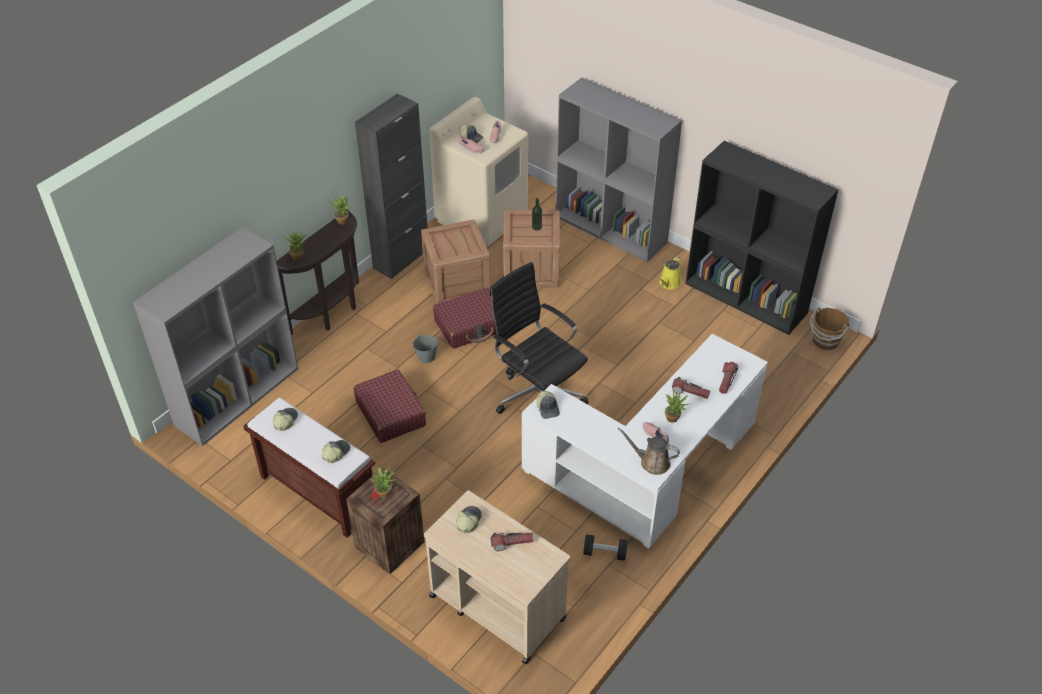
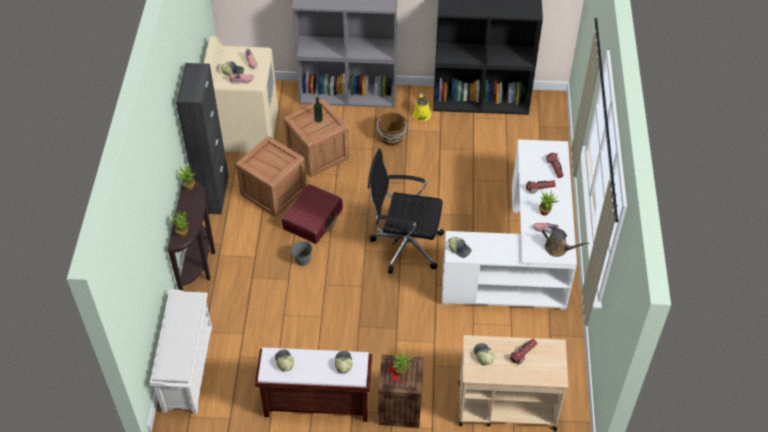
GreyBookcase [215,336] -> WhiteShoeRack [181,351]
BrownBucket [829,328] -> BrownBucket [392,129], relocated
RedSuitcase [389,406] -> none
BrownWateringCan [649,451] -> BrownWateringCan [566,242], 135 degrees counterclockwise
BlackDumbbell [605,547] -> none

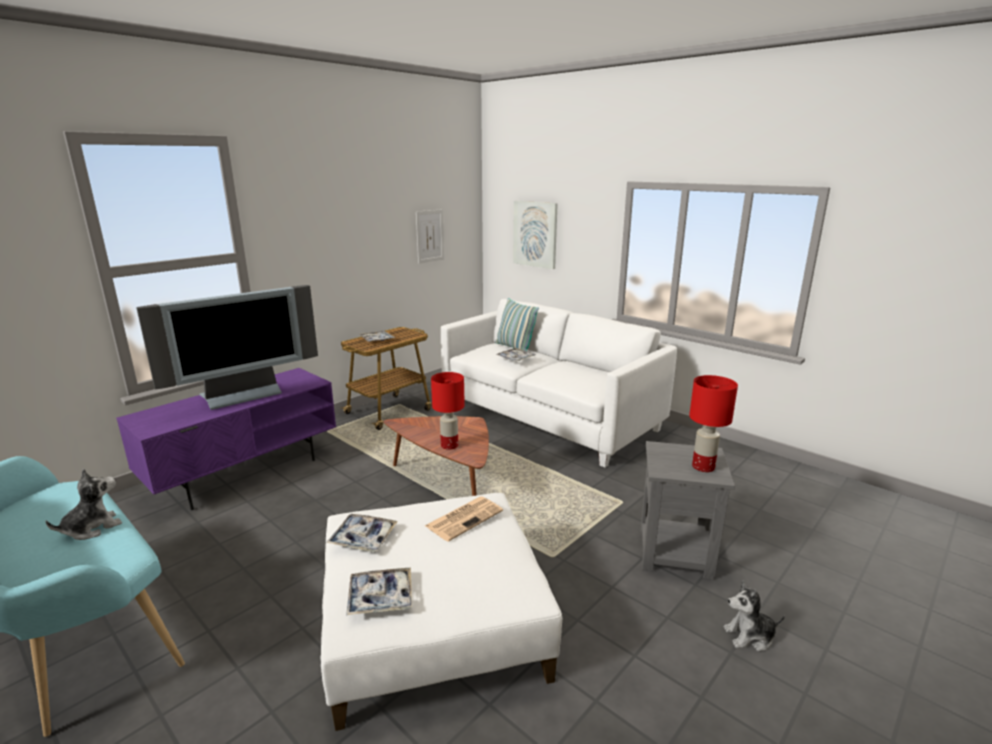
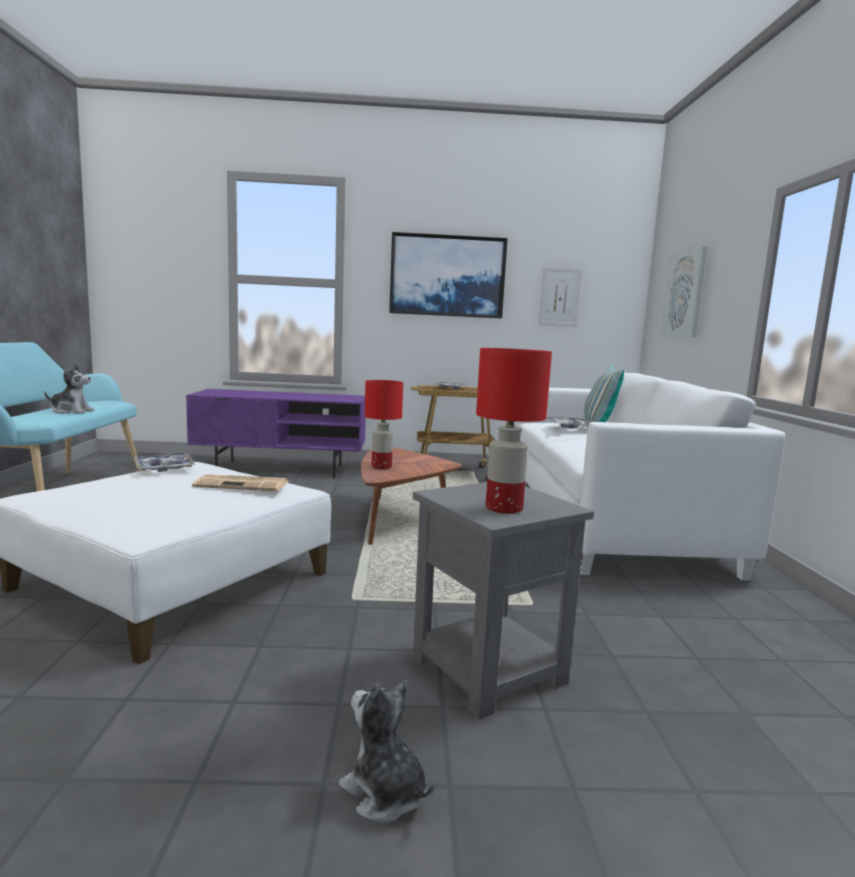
Television [227,347] -> none
Tray [379,592] -> none
none -> Picture [448,275]

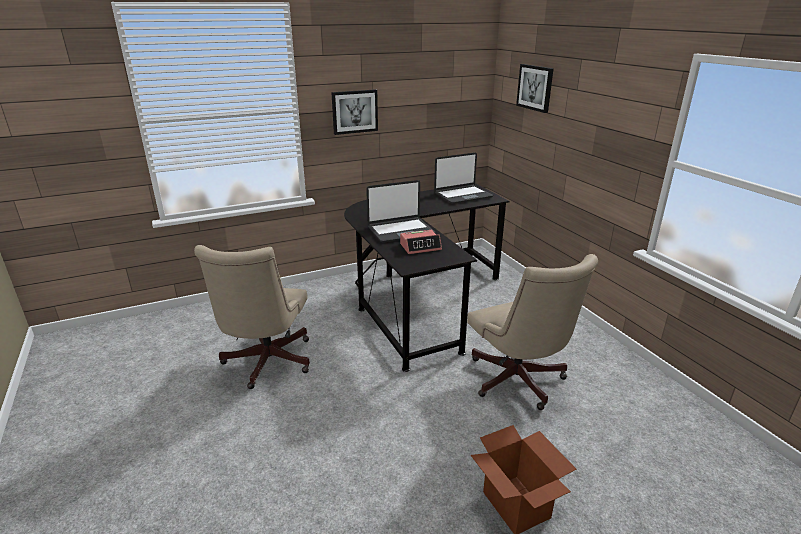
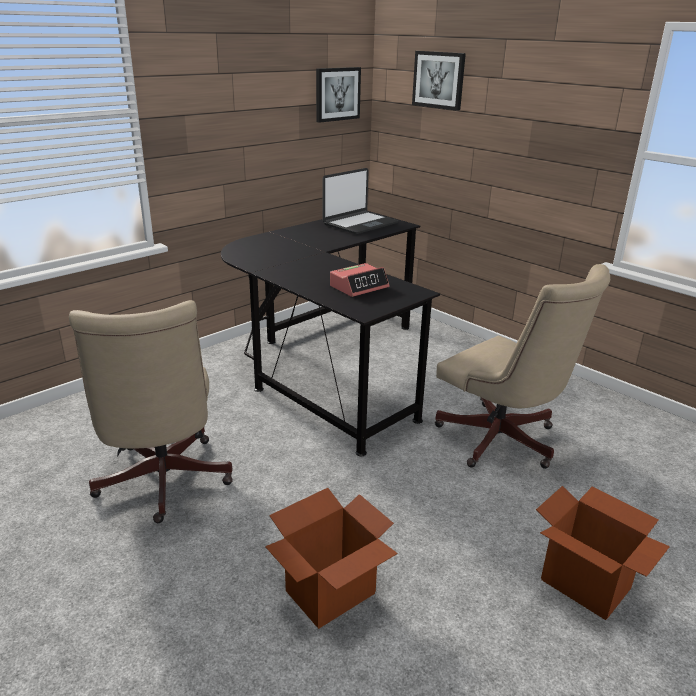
Picture [354,112] -> Picture [338,95], relocated
Laptop [400,211] -> none
none -> CardboardBox [331,558]

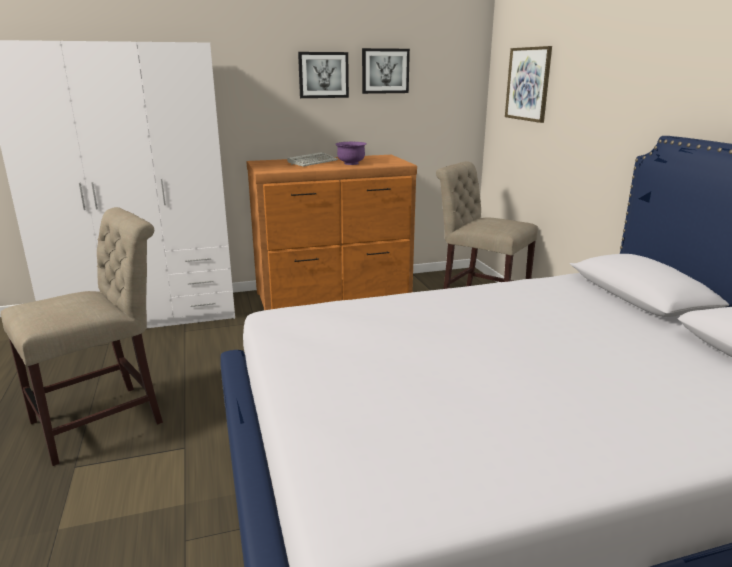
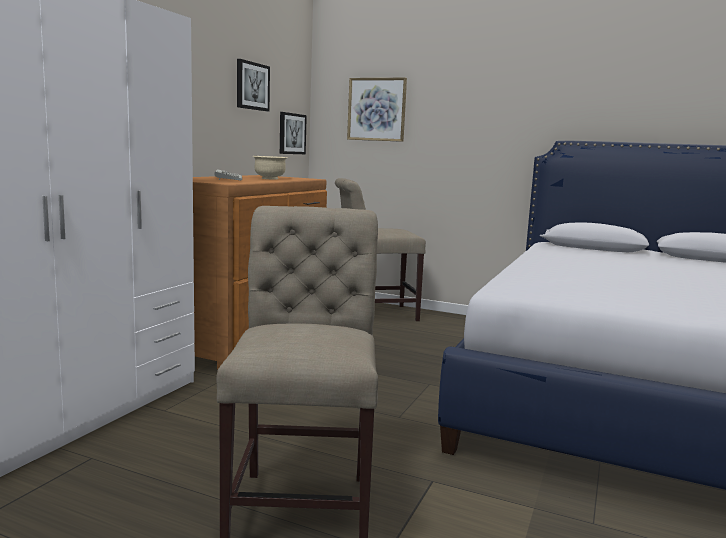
Picture [323,75] -> Picture [293,133], relocated
PurpleBowl [351,153] -> BeigeBowl [270,168]

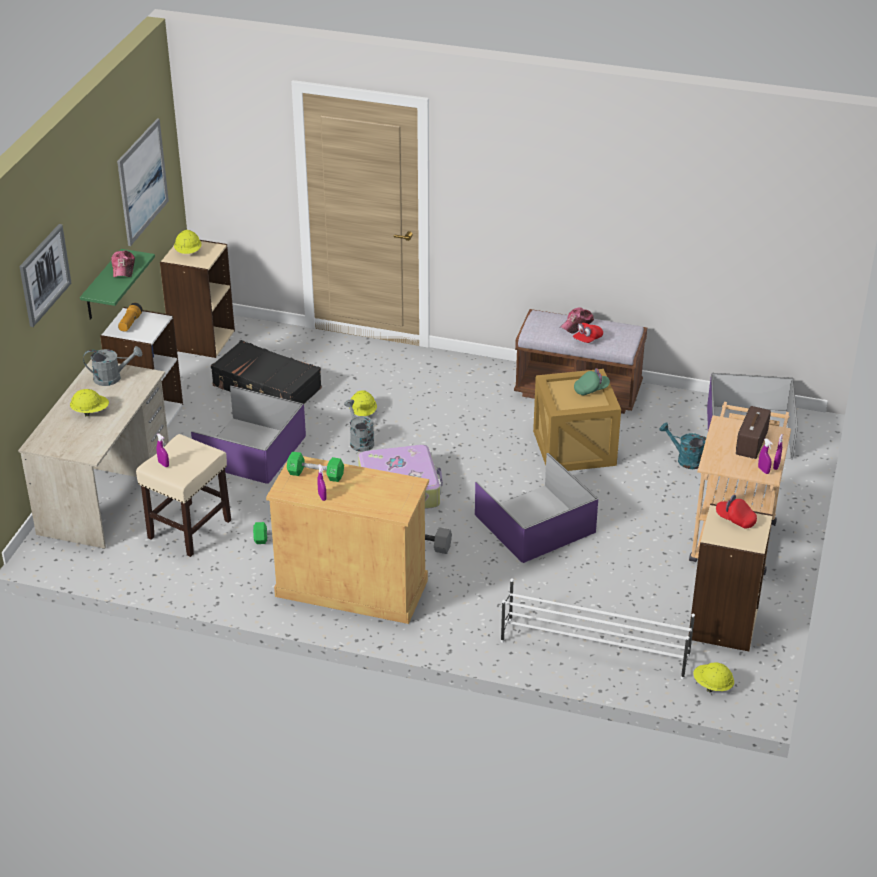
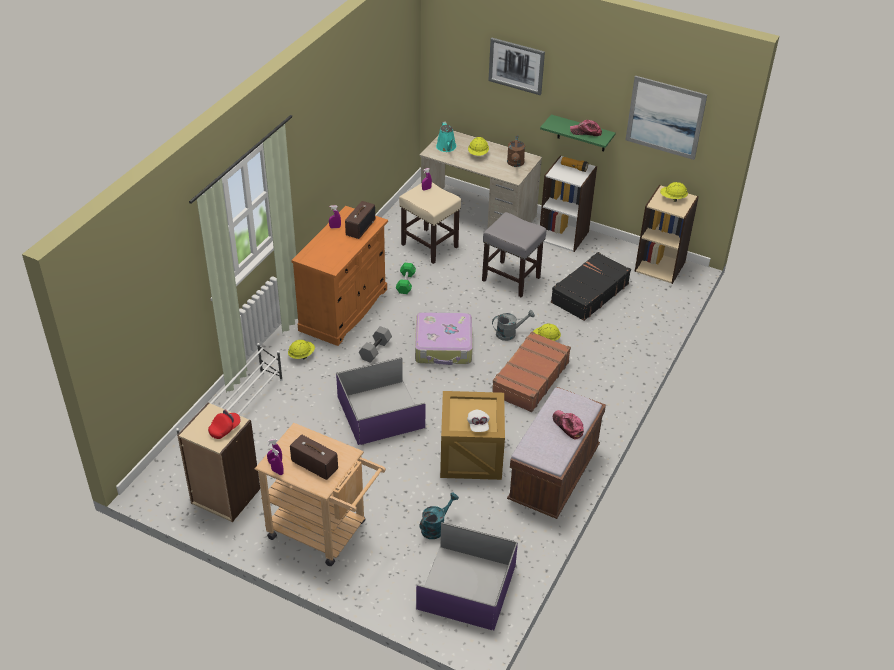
RedCap [588,333] -> none
GreyWateringCan [112,366] -> BrownWateringCan [516,151]
GreenCap [592,381] -> WhiteCap [478,421]
PurpleStorageBox [248,435] -> GreyStool [514,254]
GreenDumbbell [315,467] -> Radio [360,220]
BeigeCabinet [347,540] -> OrangeCabinet [339,276]
YellowHardHat [713,677] -> YellowHardHat [301,349], relocated
none -> TurquoiseWateringCan [446,137]
none -> BrownSuitcase [531,372]

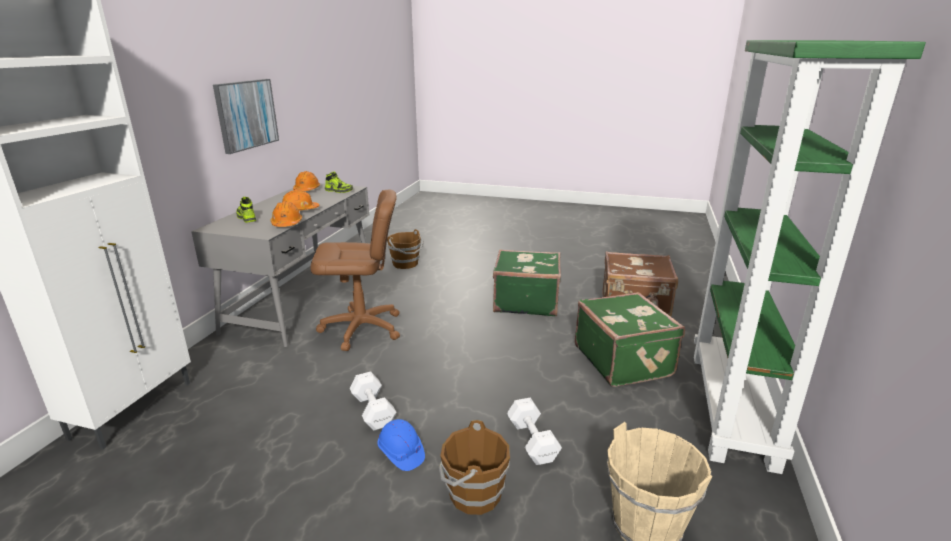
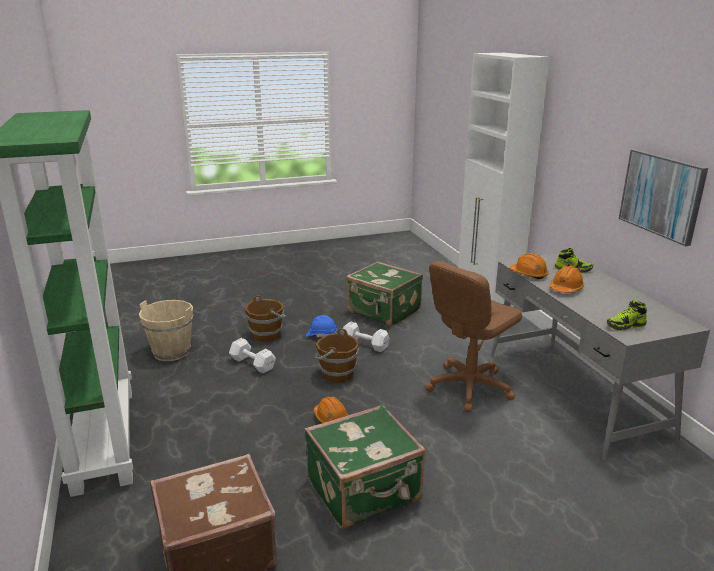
OrangeHardHat [306,181] -> OrangeHardHat [331,409], relocated
BrownBucket [405,249] -> BrownBucket [337,356], relocated
GreenSuitcase [630,339] -> GreenSuitcase [384,294], relocated

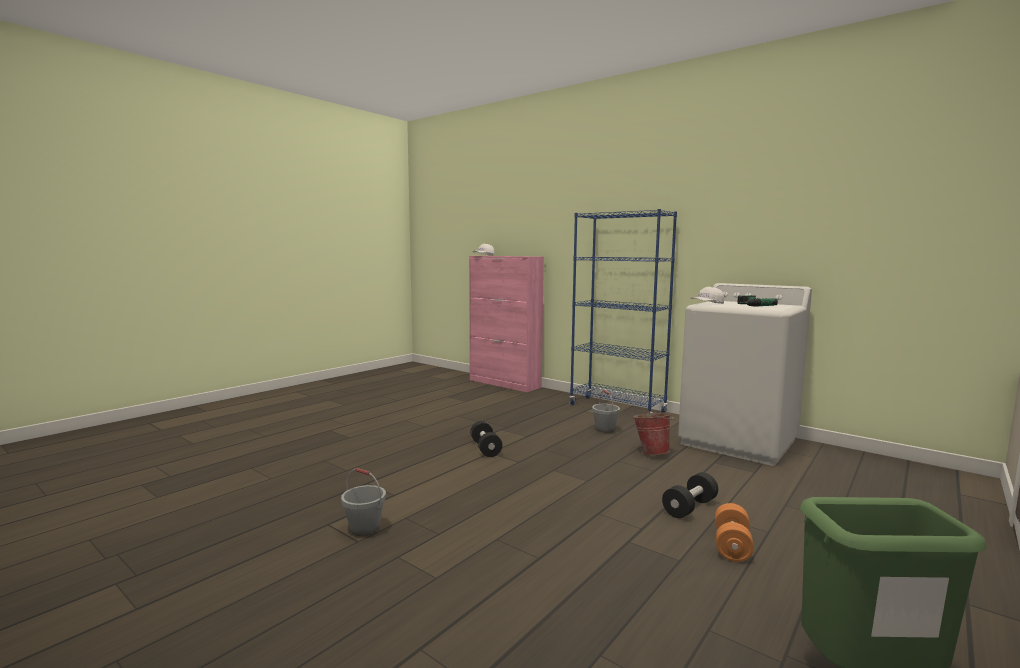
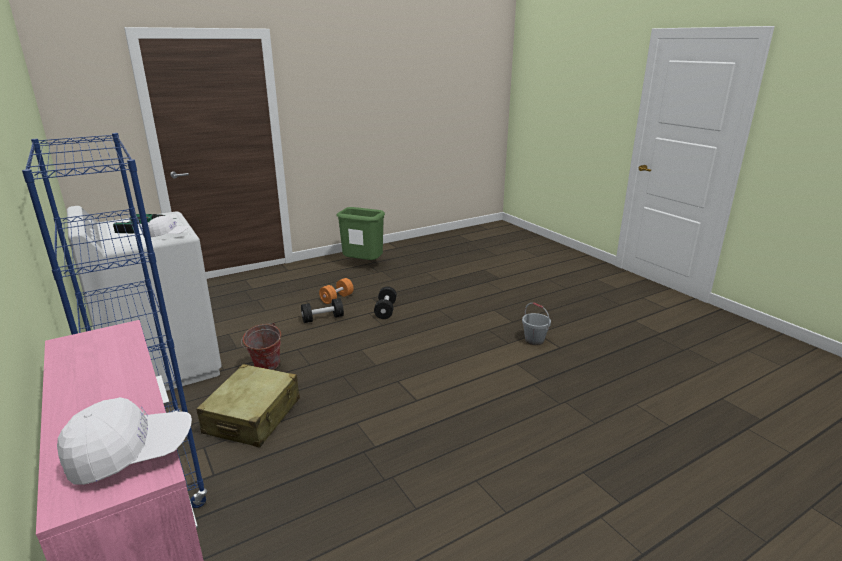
GreyBucket [606,411] -> BeigeSuitcase [248,405]
BlackDumbbell [486,439] -> BlackDumbbell [385,302], relocated

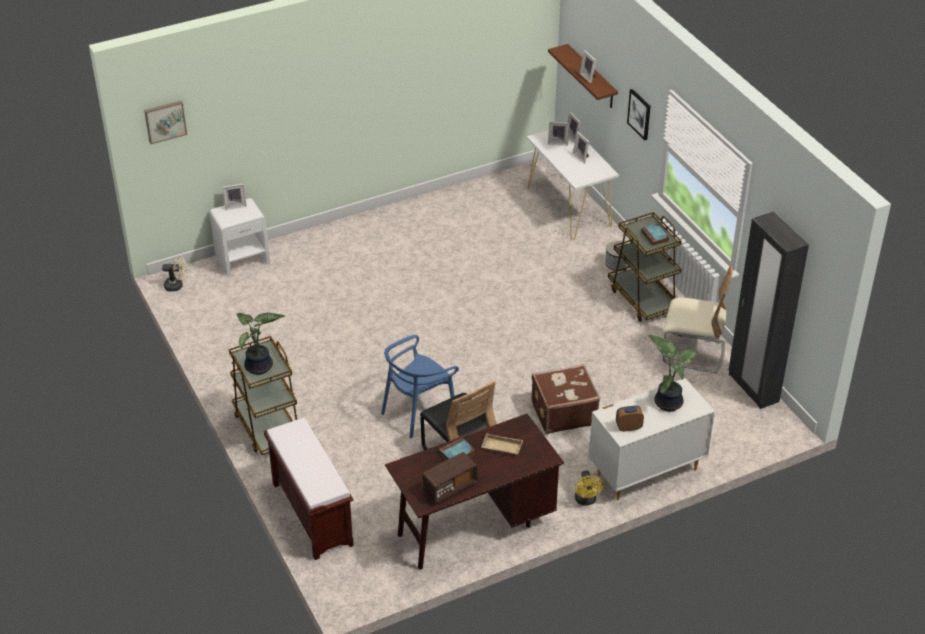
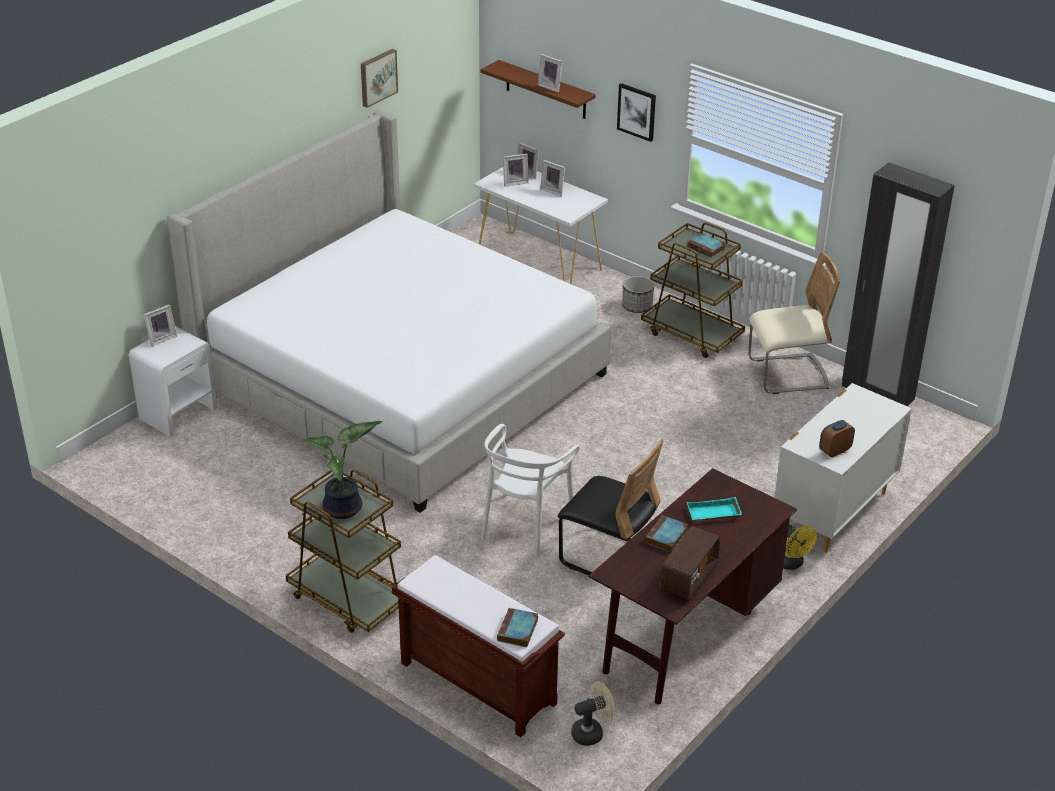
Picture [165,122] -> Picture [379,78], relocated
BeigeFan [174,273] -> BeigeFan [593,714], relocated
BlueChair [420,386] -> WhiteChair [530,490]
PottedPlant [672,373] -> none
BrownSuitcase [566,399] -> none
BeigeTray [502,444] -> TurquoiseTray [714,509]
none -> Bed [389,311]
none -> Book [517,627]

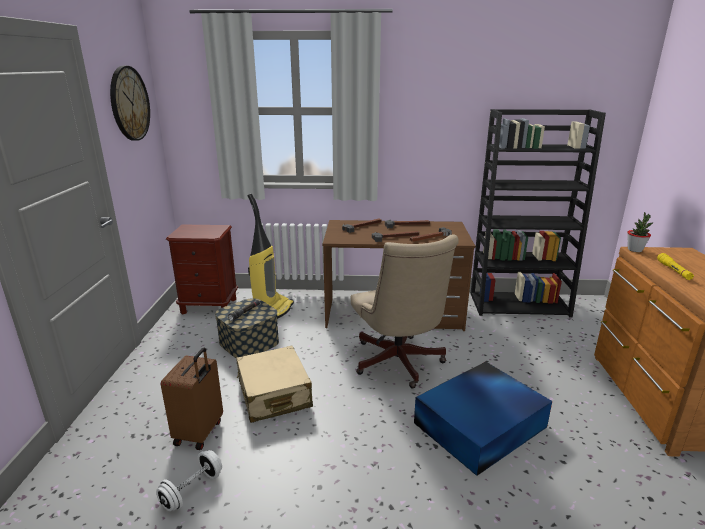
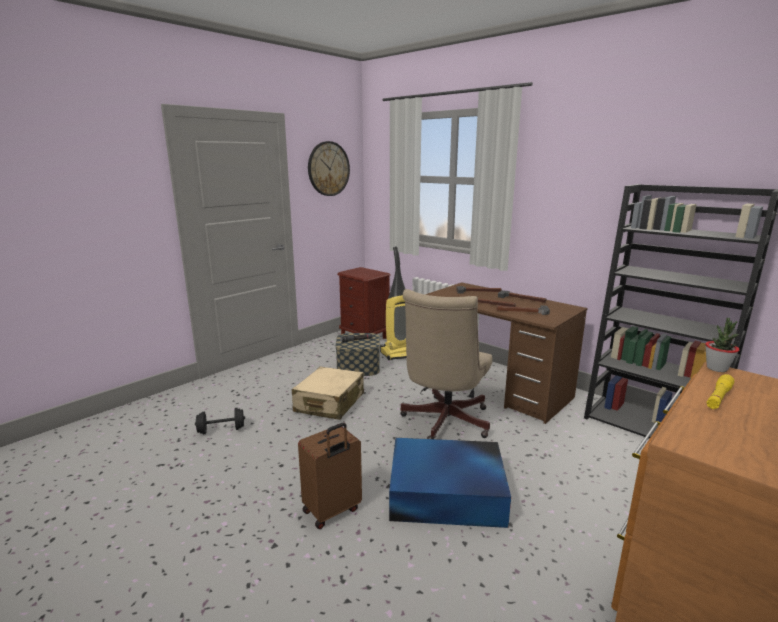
BrownSuitcase [192,399] -> BrownSuitcase [330,476], relocated
WhiteDumbbell [189,480] -> BlackDumbbell [220,421]

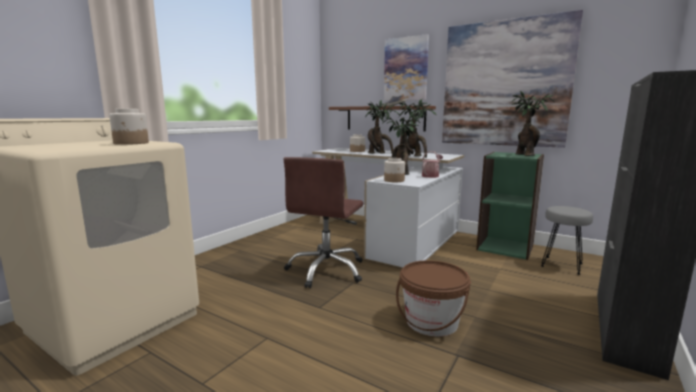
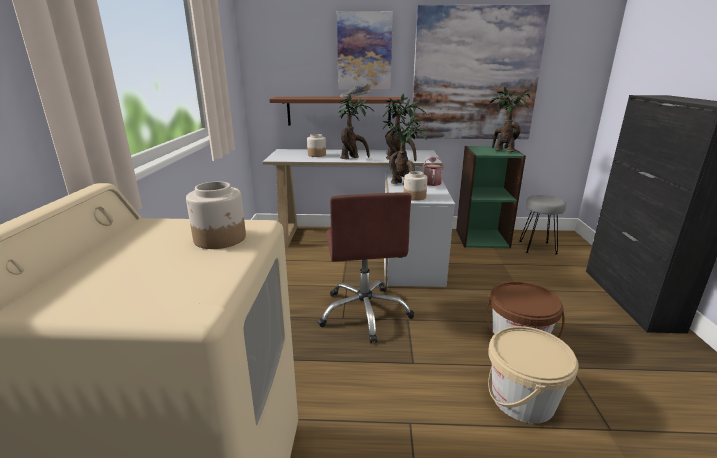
none -> BeigeBucket [533,374]

